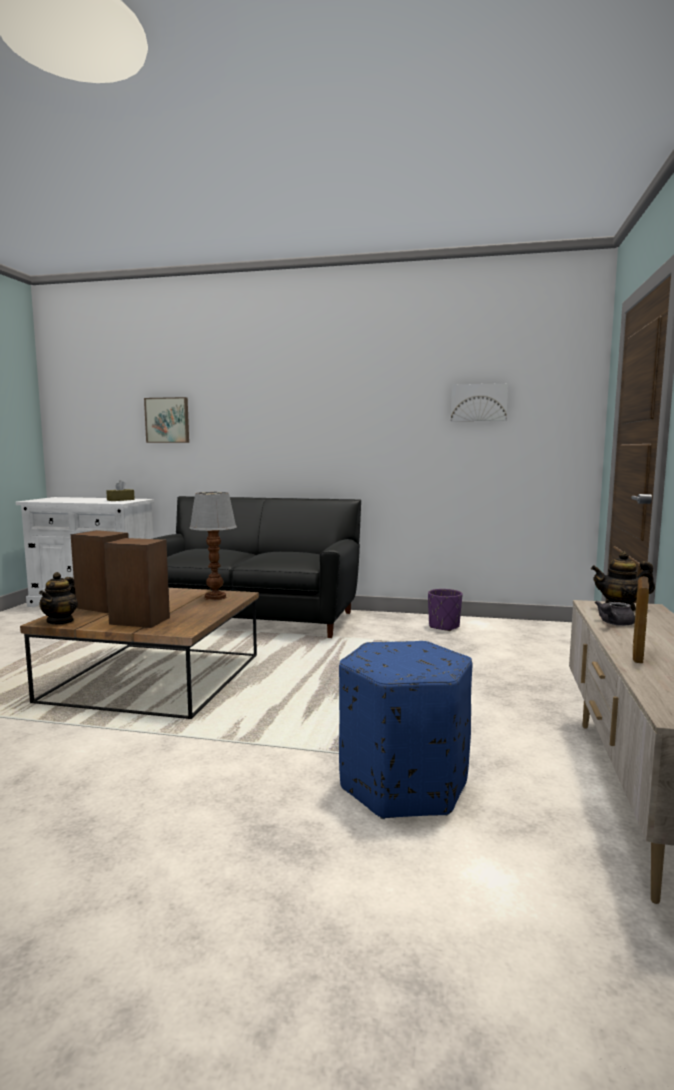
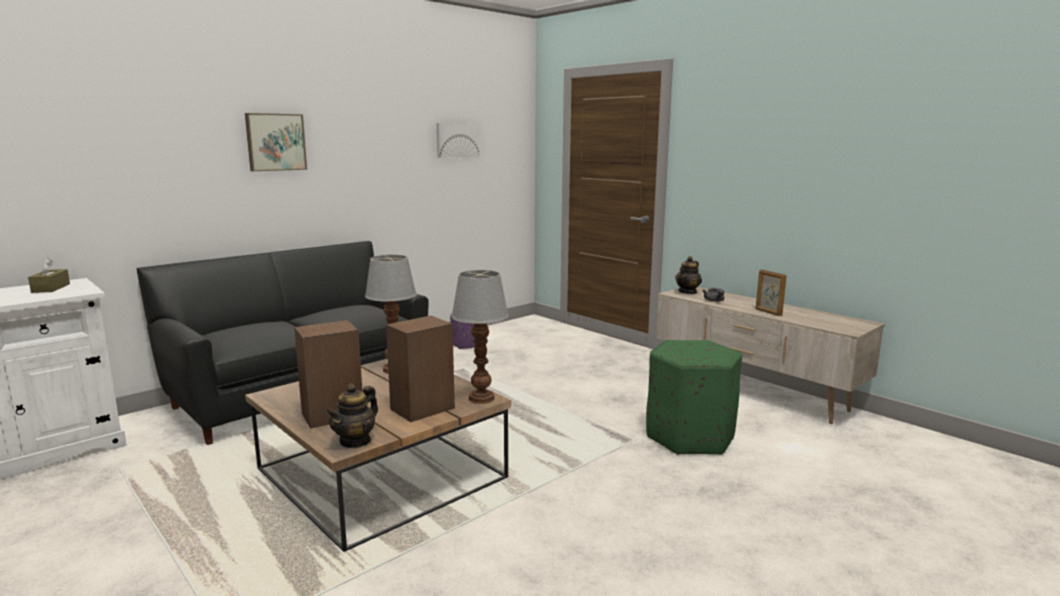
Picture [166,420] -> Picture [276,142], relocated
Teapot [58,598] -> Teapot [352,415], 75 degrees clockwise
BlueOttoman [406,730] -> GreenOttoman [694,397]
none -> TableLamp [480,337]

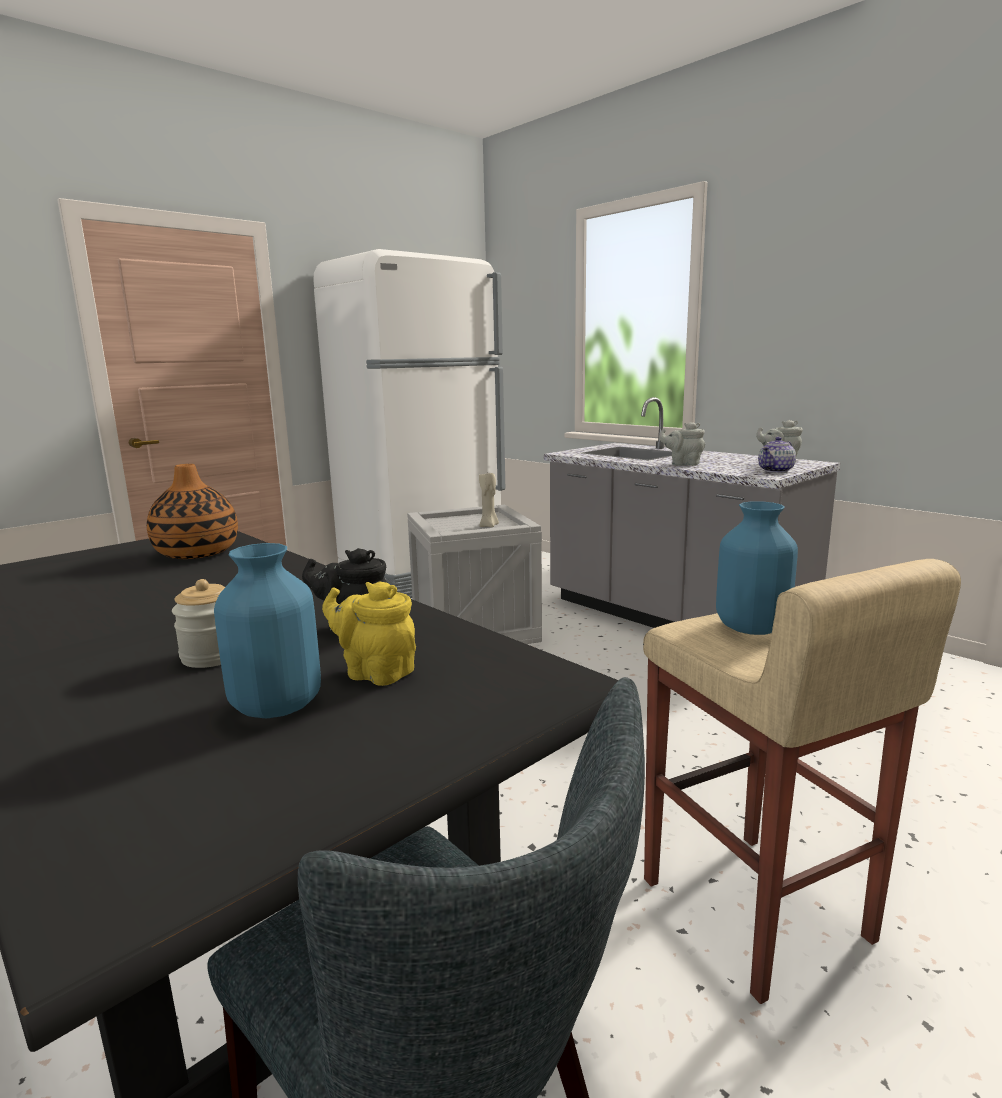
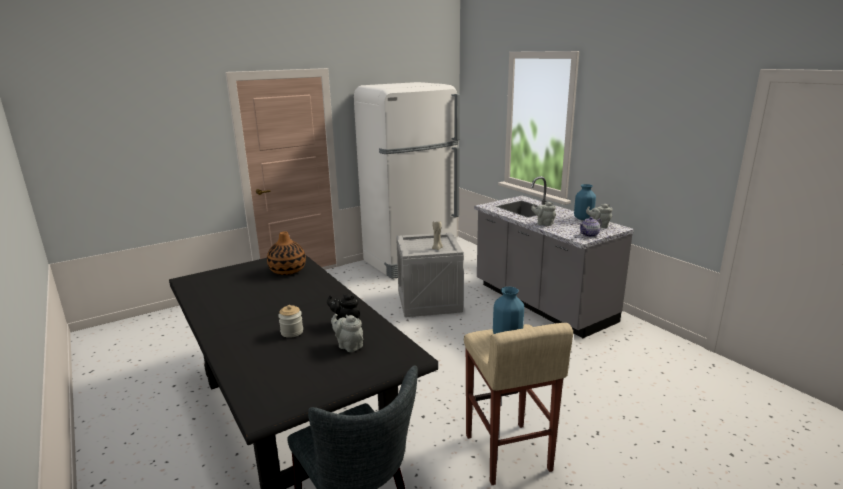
BlueVase [267,630] -> BlueVase [585,202], relocated
YellowTeapot [369,633] -> GreyTeapot [347,332]

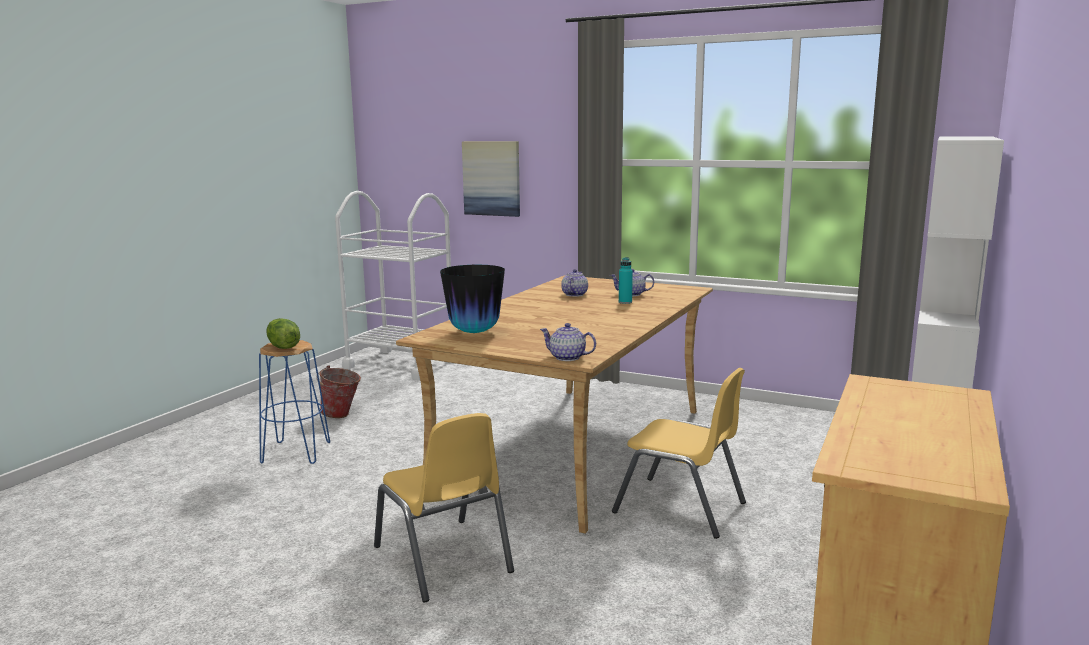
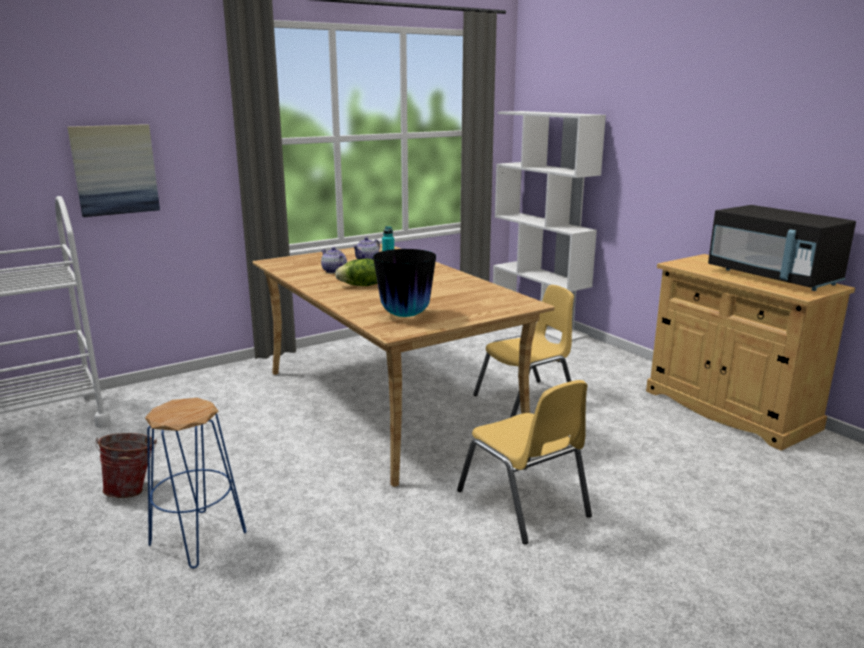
Lettuce [283,333] -> Lettuce [356,272], relocated
Teapot [568,342] -> none
YellowChair [444,507] -> YellowChair [524,462], 60 degrees clockwise
none -> BlackMicrowave [782,248]

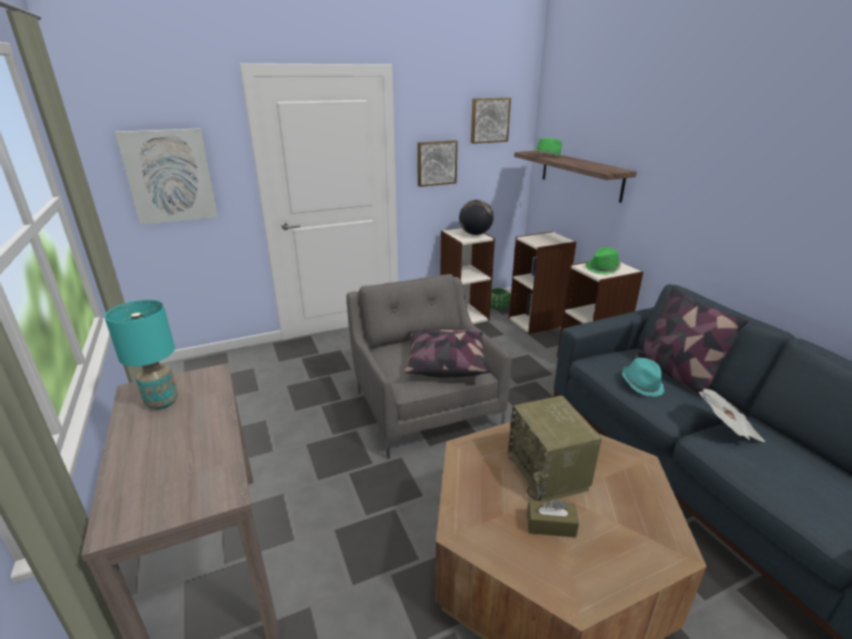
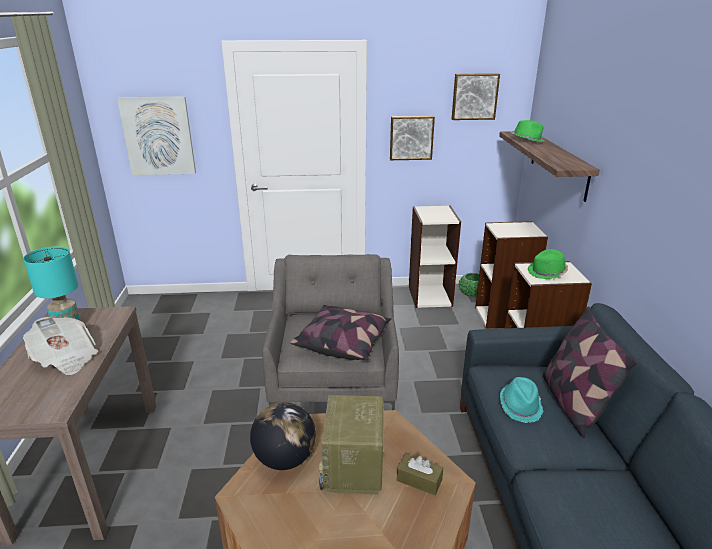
Globe [476,217] -> Globe [283,436], relocated
Newspaper [732,415] -> Newspaper [60,346], relocated
BrownTissueBox [553,517] -> BrownTissueBox [420,474], relocated

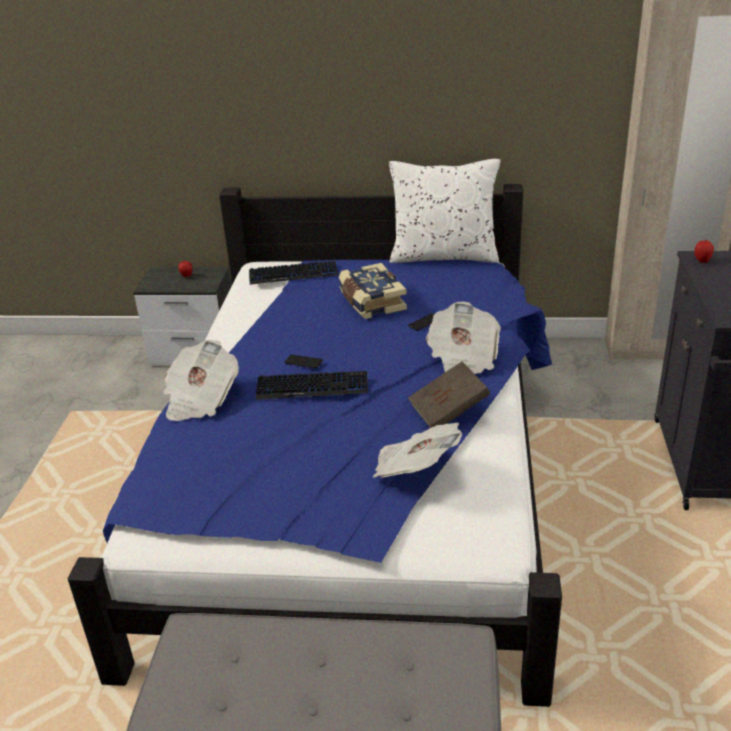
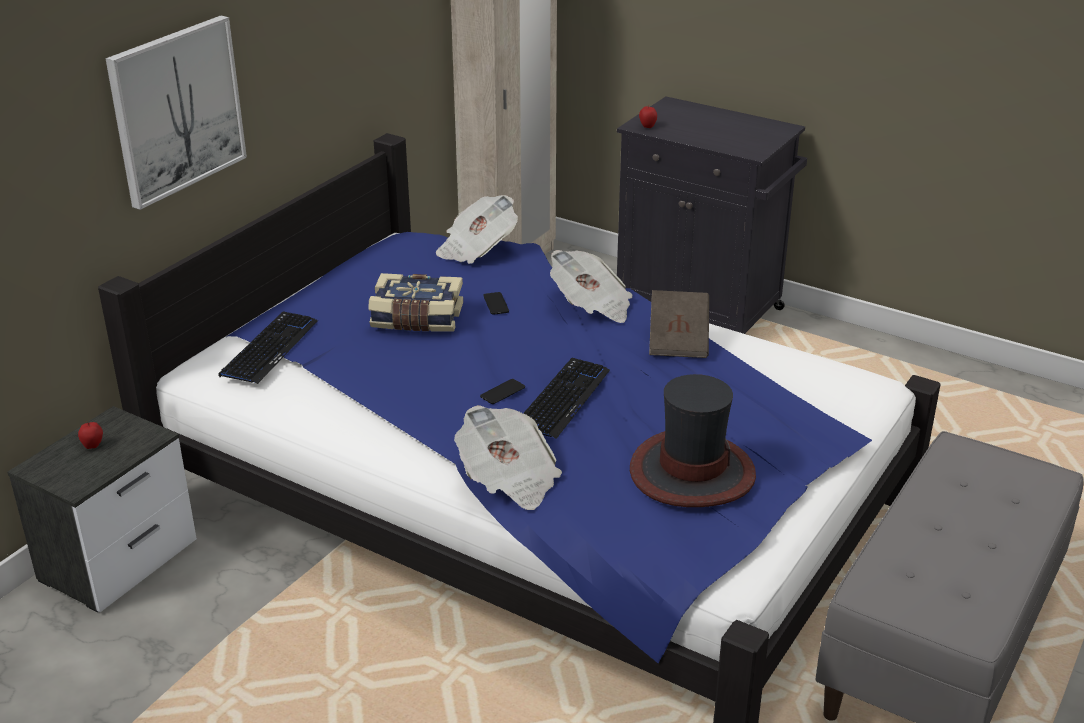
WhitePillow [444,211] -> none
Newspaper [417,450] -> Newspaper [477,229], relocated
none -> Picture [176,113]
none -> Hat [693,440]

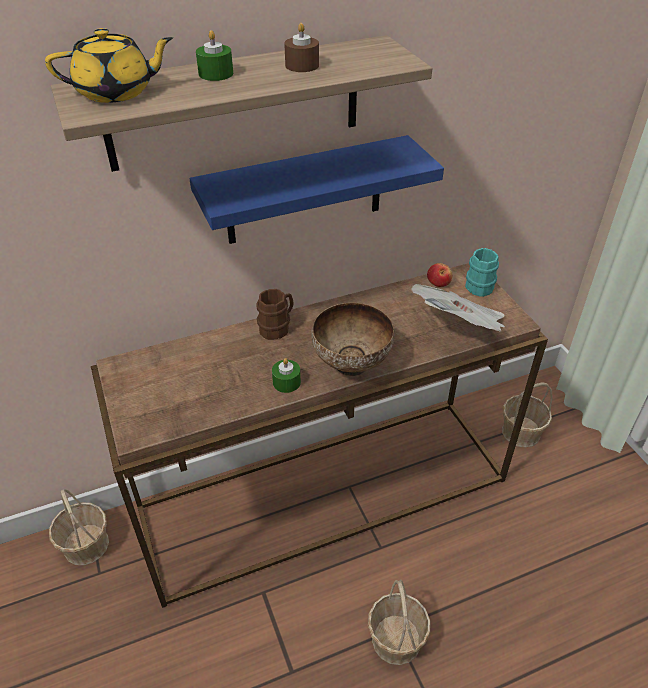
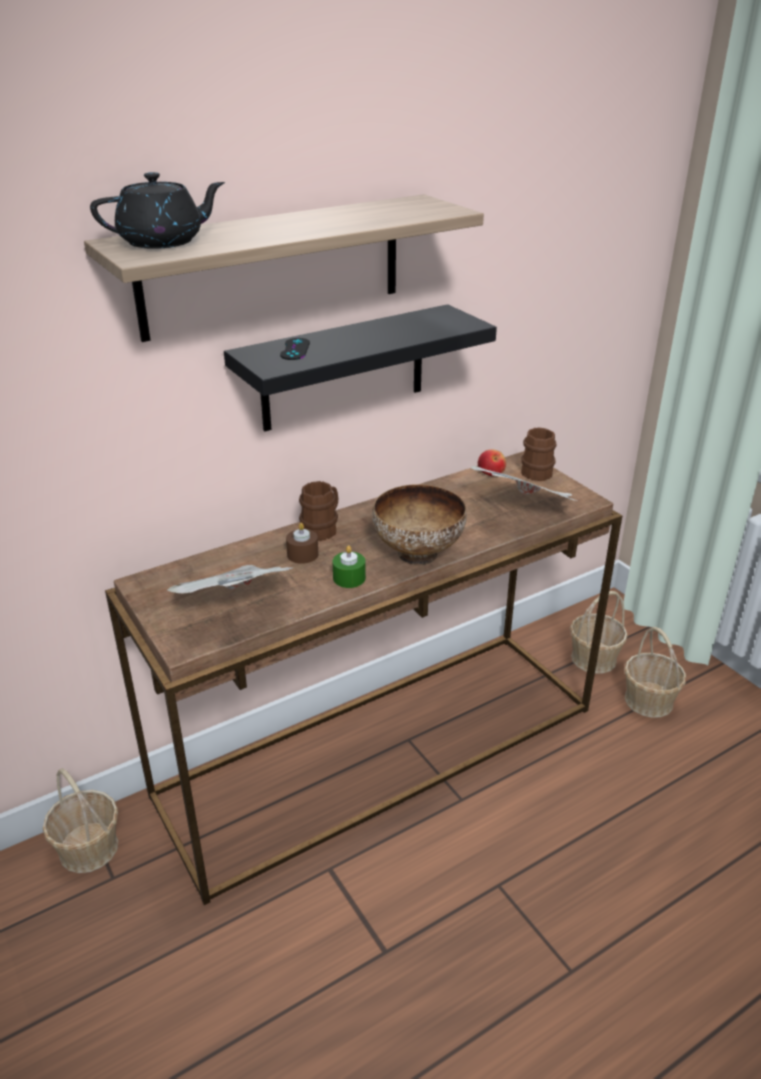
BrownCandle [301,47] -> BrownCandle [302,543], relocated
YellowTeapot [109,65] -> BlackTeapot [157,210]
GreenCandle [214,55] -> none
BlueShelf [317,189] -> BlackShelf [360,367]
TurquoiseMug [482,272] -> BrownMug [538,454]
Basket [399,622] -> Basket [655,672], relocated
none -> BlackGameController [295,349]
none -> Newspaper [230,579]

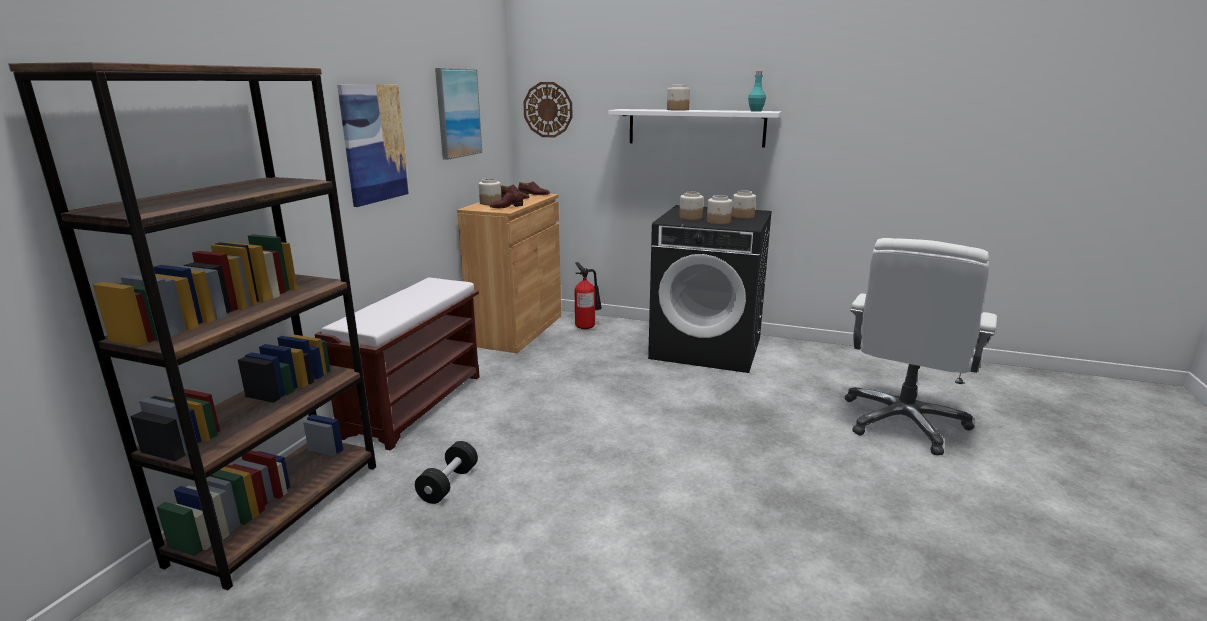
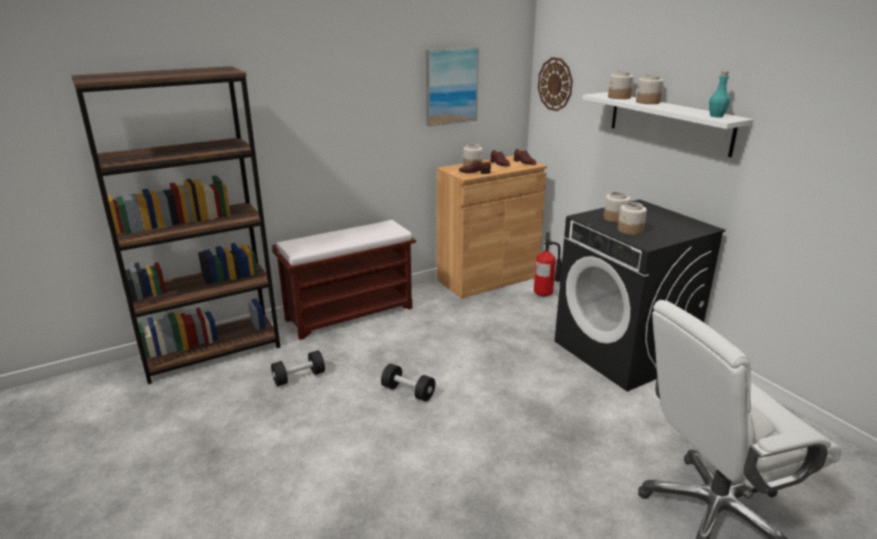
Picture [373,145] -> none
Jar [743,205] -> Jar [621,85], relocated
none -> BlackDumbbell [408,383]

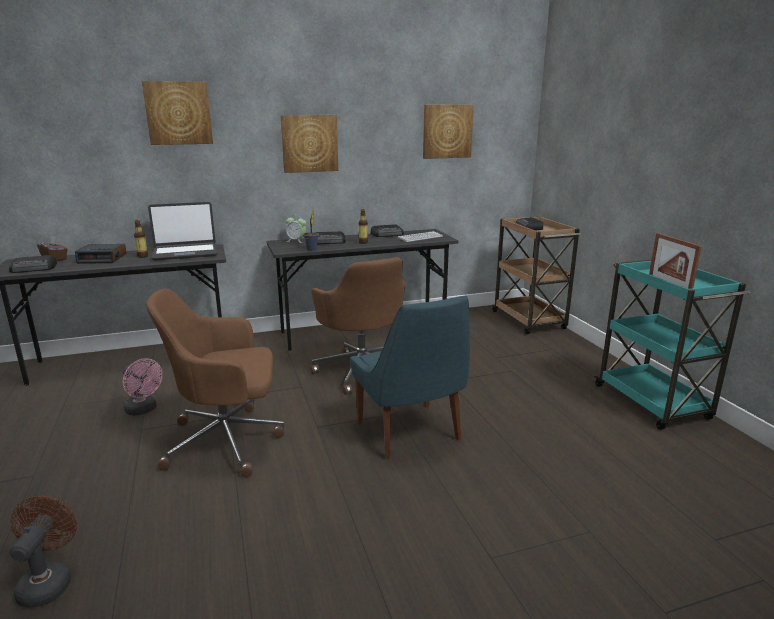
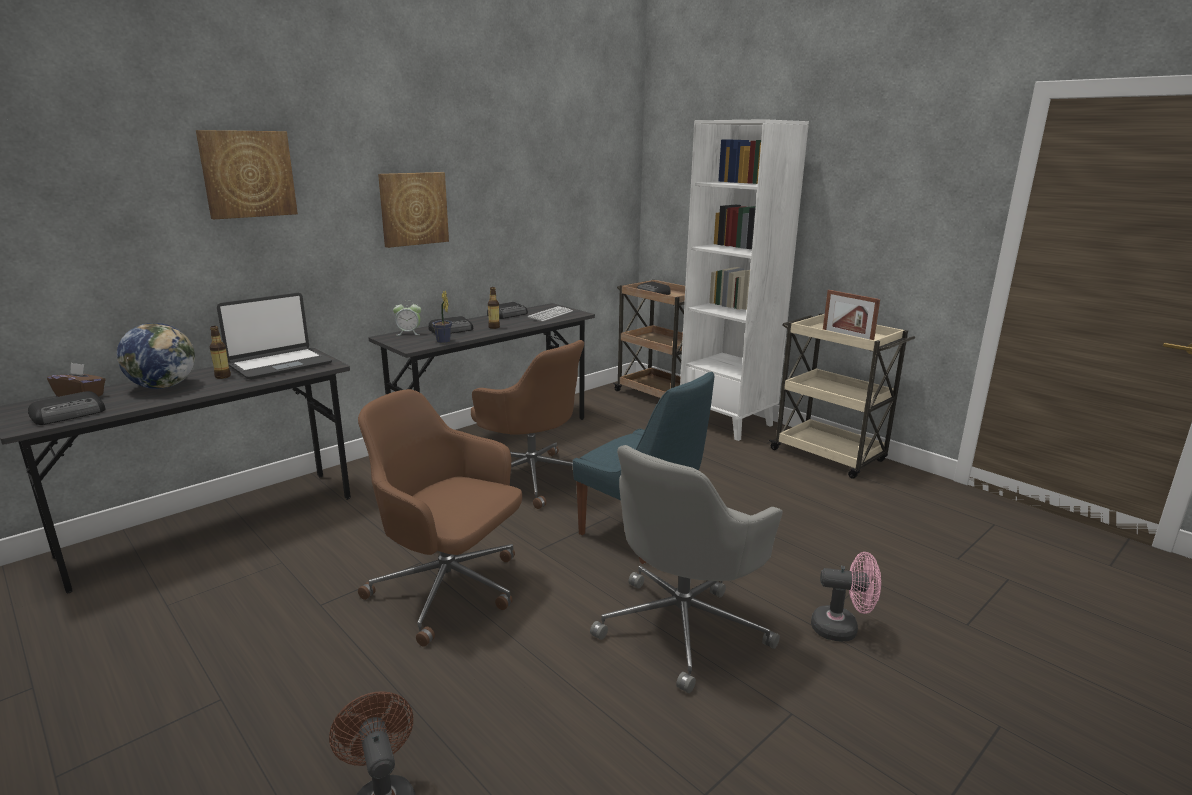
Picture [448,132] -> none
AlarmClock [101,254] -> Globe [156,356]
TurquoiseCart [672,345] -> BeigeCart [841,396]
BrownOfficeChair [215,383] -> BrownOfficeChair [440,518], 60 degrees clockwise
PinkFan [143,387] -> PinkFan [846,596], relocated
none -> WhiteBookcase [744,280]
none -> GreyOfficeChair [686,569]

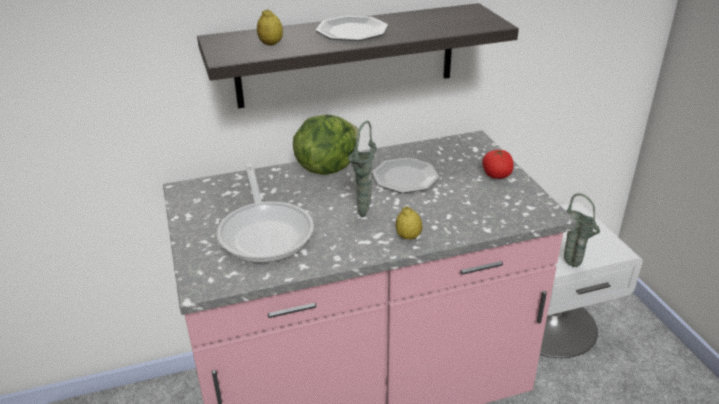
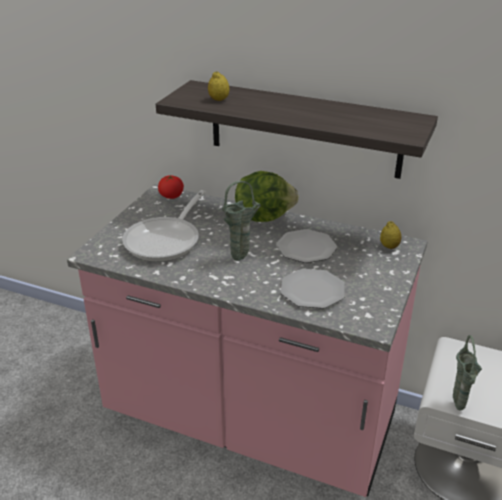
Plate [352,28] -> Plate [312,289], relocated
Tomato [498,164] -> Tomato [171,187], relocated
Lemon [409,223] -> Lemon [391,235], relocated

